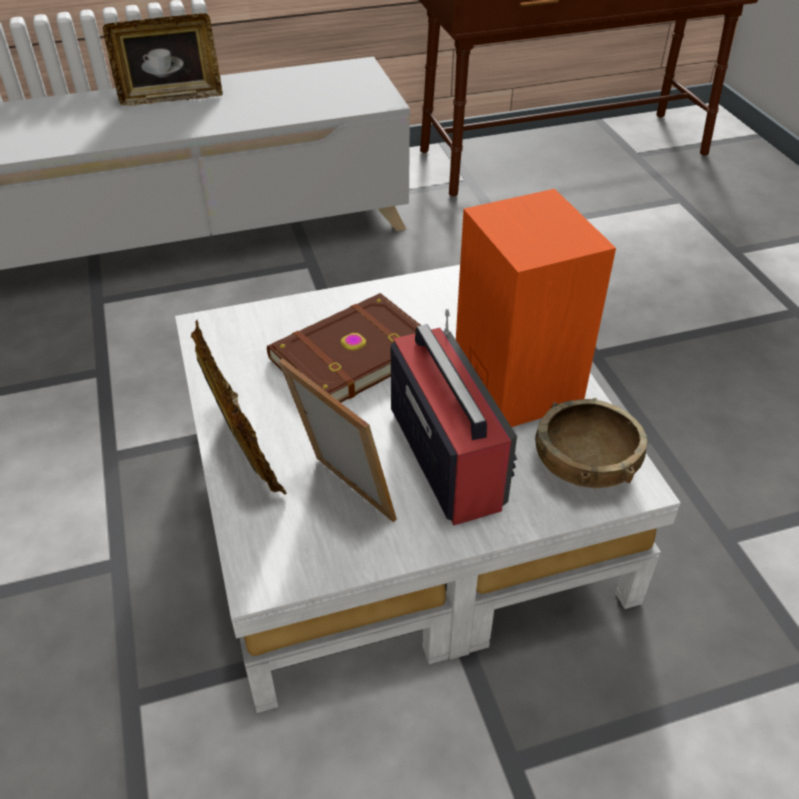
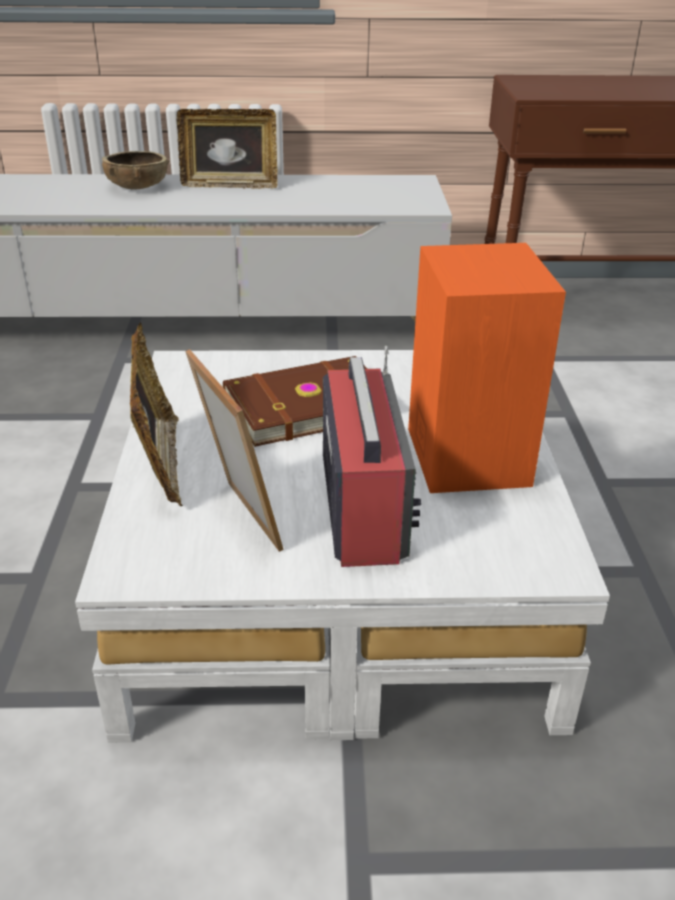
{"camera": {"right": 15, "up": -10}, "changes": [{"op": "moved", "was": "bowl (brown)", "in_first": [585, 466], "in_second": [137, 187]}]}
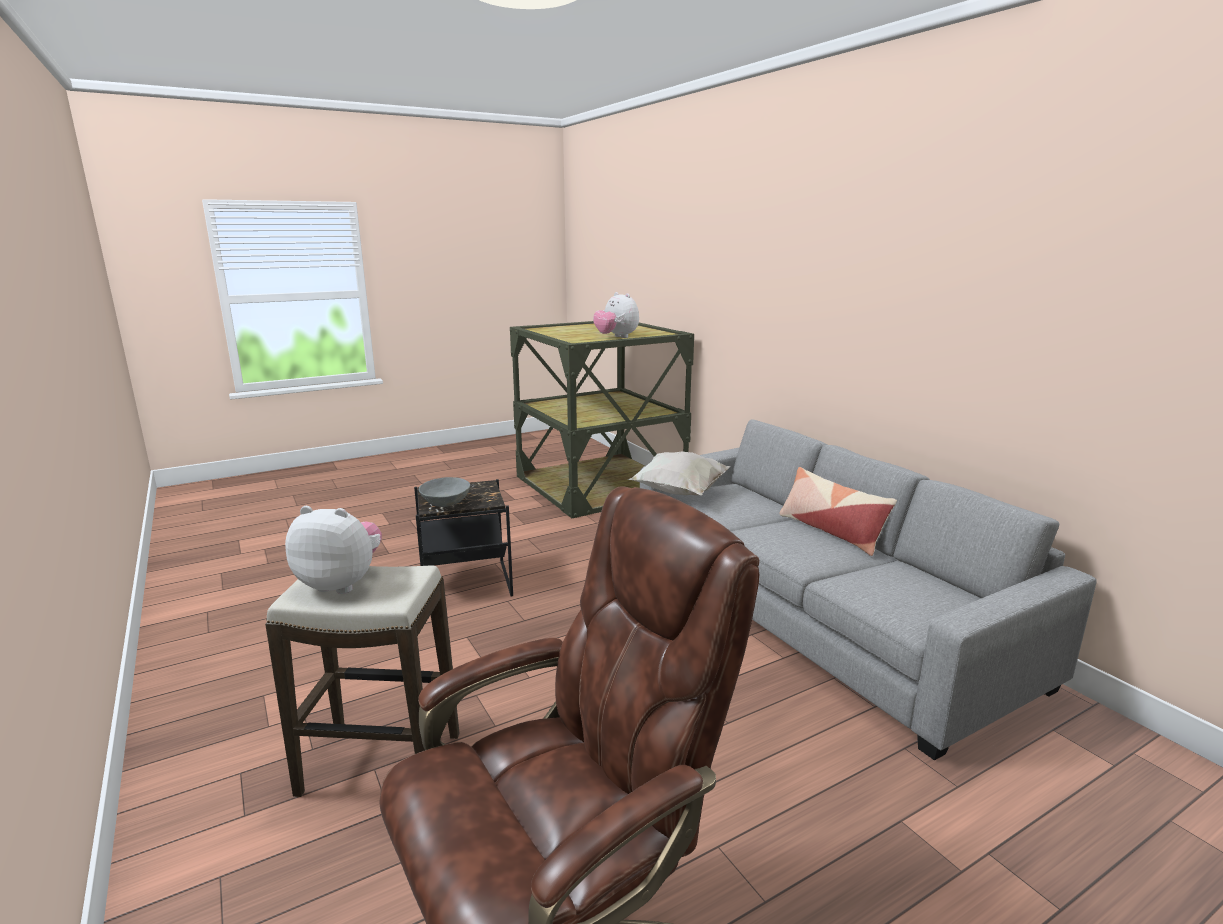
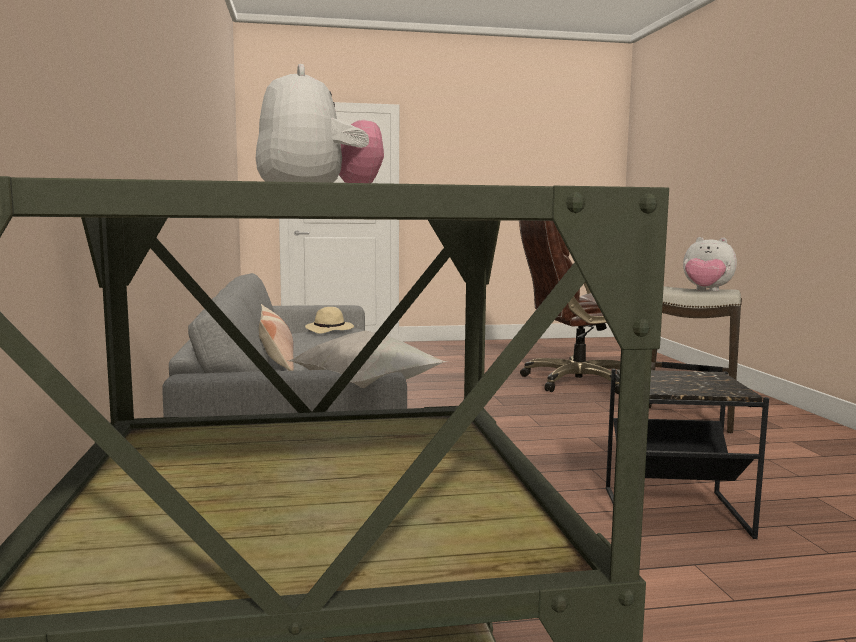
{"camera": {"right": -160, "up": -10}, "changes": [{"op": "removed", "was": "bowl (grey)", "in_first": [445, 503]}, {"op": "added", "now": "hat (beige)", "in_second": [330, 330]}]}
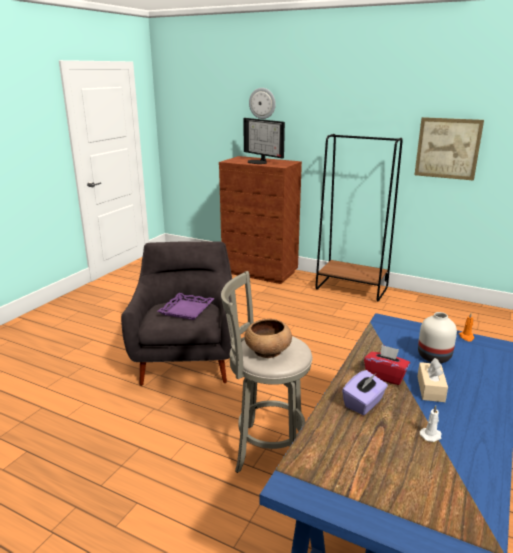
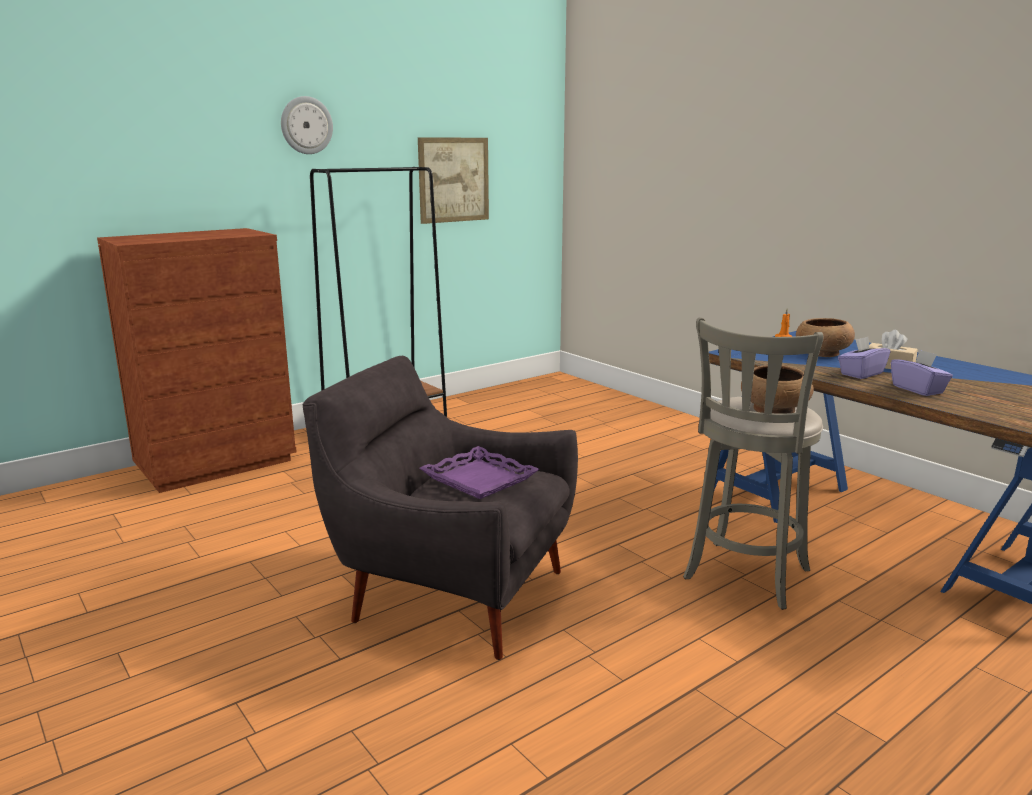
{"camera": {"right": -65, "up": -5}, "changes": [{"op": "moved", "was": "wall clock", "in_first": [262, 103], "in_second": [306, 125]}, {"op": "removed", "was": "monitor", "in_first": [259, 162]}, {"op": "replaced", "was": "vase (white)", "now": "bowl (brown)", "in_first": [433, 356], "in_second": [822, 353]}, {"op": "recoloured", "was": "tissue box (red)", "now": "tissue box (purple)", "in_first": [385, 376], "in_second": [861, 374]}, {"op": "removed", "was": "candle (white)", "in_first": [431, 435]}]}
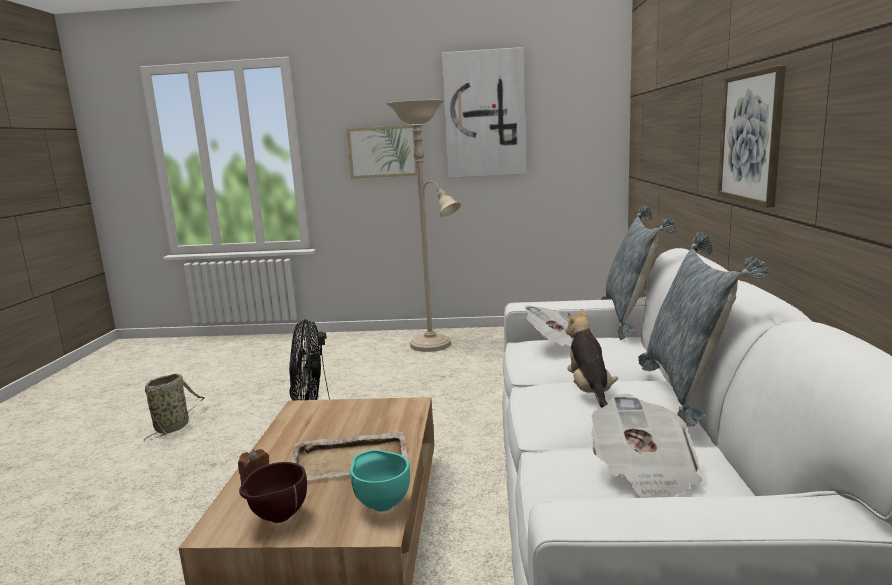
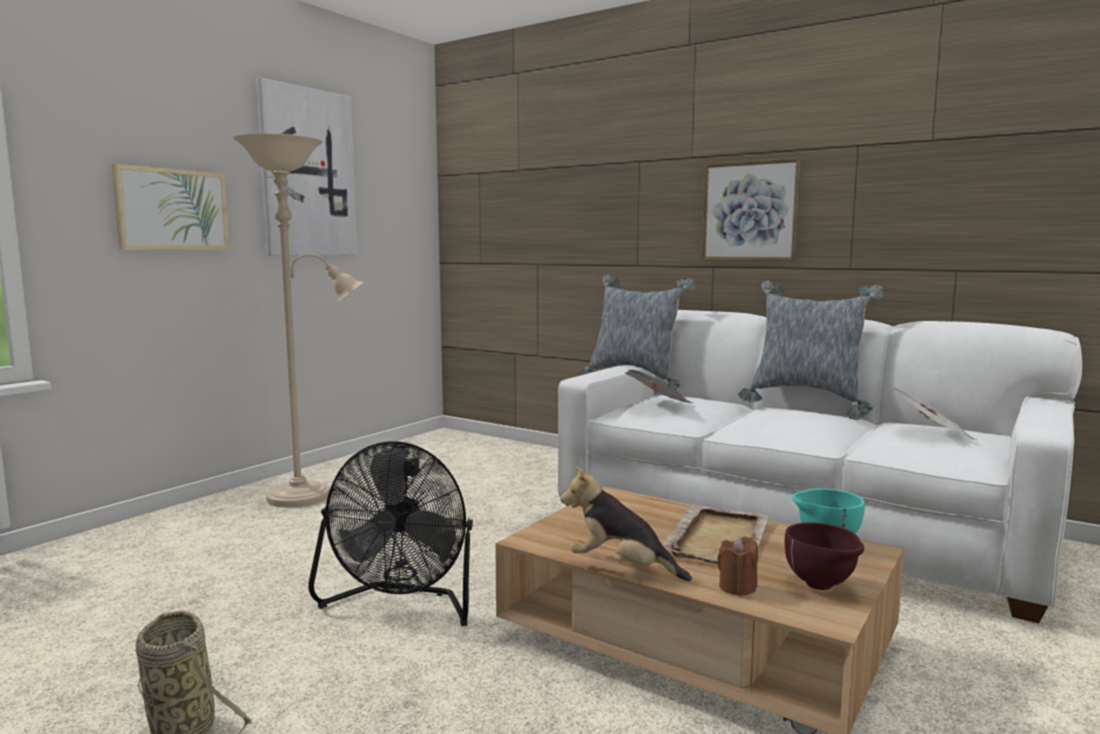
{"camera": {"right": -60, "up": -5}, "changes": [{"op": "moved", "was": "plush toy", "in_first": [590, 392], "in_second": [621, 568]}]}
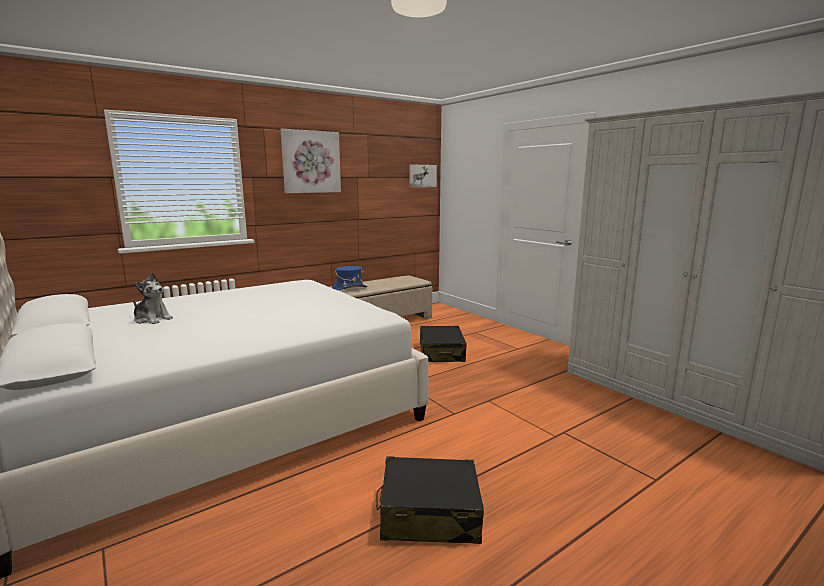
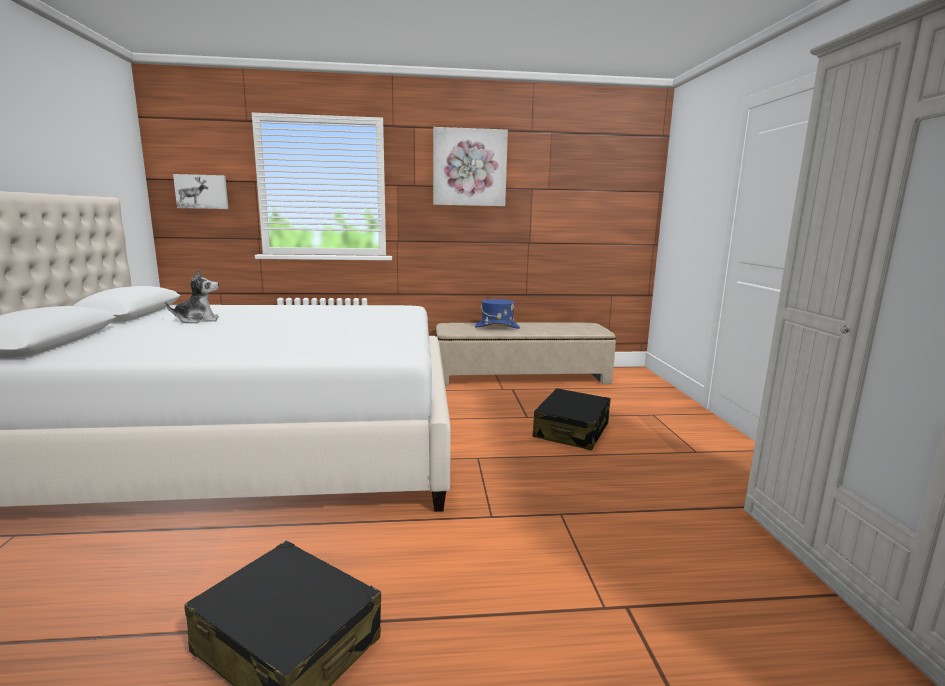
{"camera": {"right": 30, "up": 0}, "changes": [{"op": "moved", "was": "picture", "in_first": [422, 176], "in_second": [202, 191]}, {"op": "turned", "was": "plush toy", "in_first": [152, 319], "in_second": [197, 320], "clockwise": -75}]}
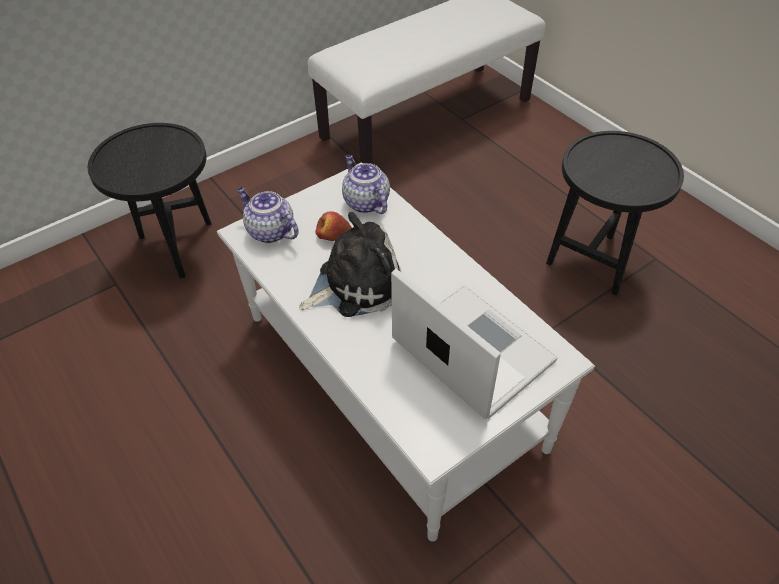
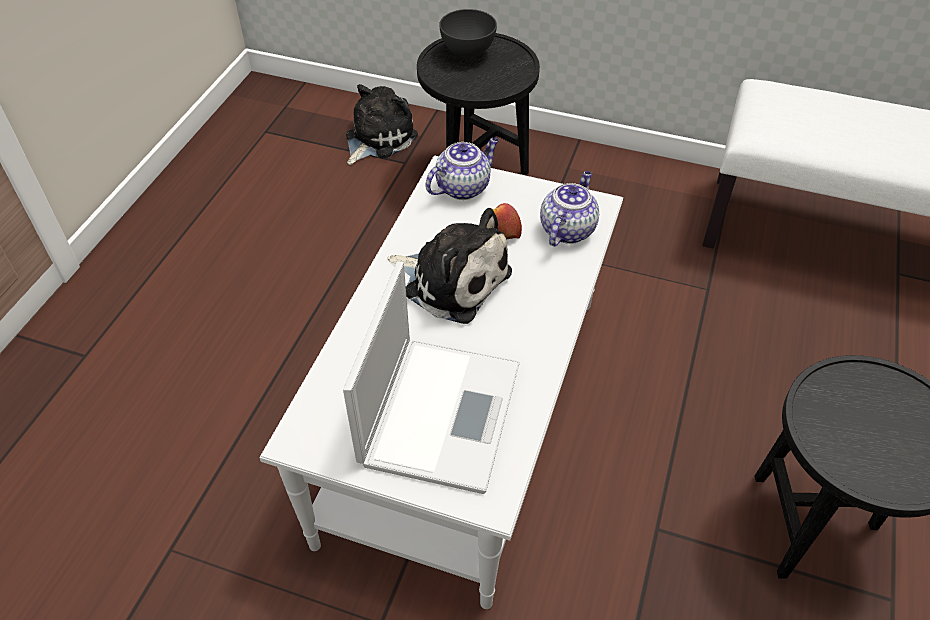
{"camera": {"right": 55, "up": 0}, "changes": [{"op": "turned", "was": "teapot", "in_first": [269, 231], "in_second": [463, 187], "clockwise": 45}, {"op": "added", "now": "bowl (grey)", "in_second": [467, 51]}, {"op": "added", "now": "plush toy", "in_second": [377, 138]}]}
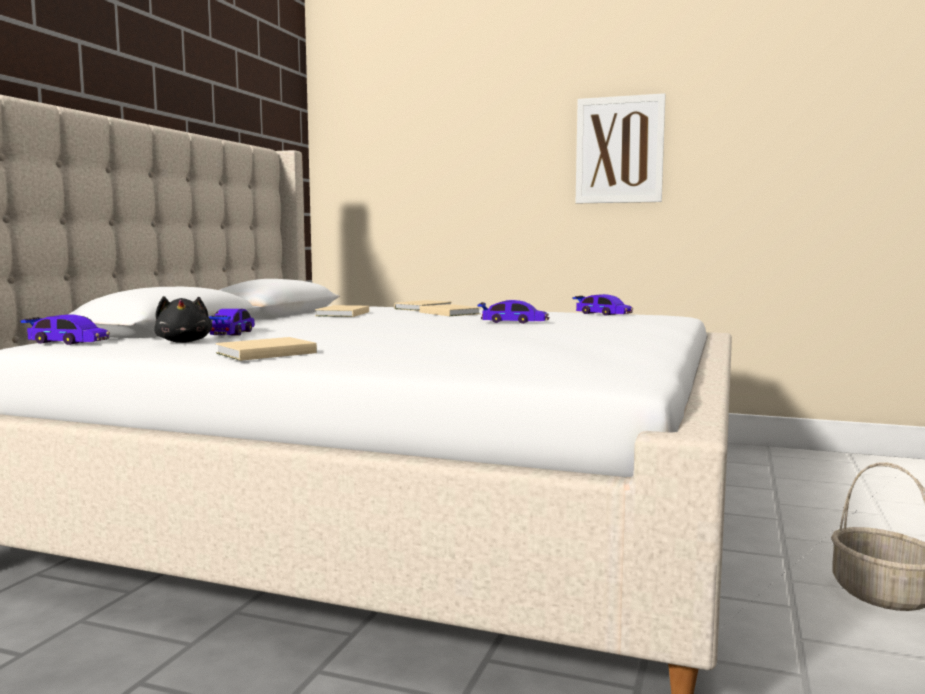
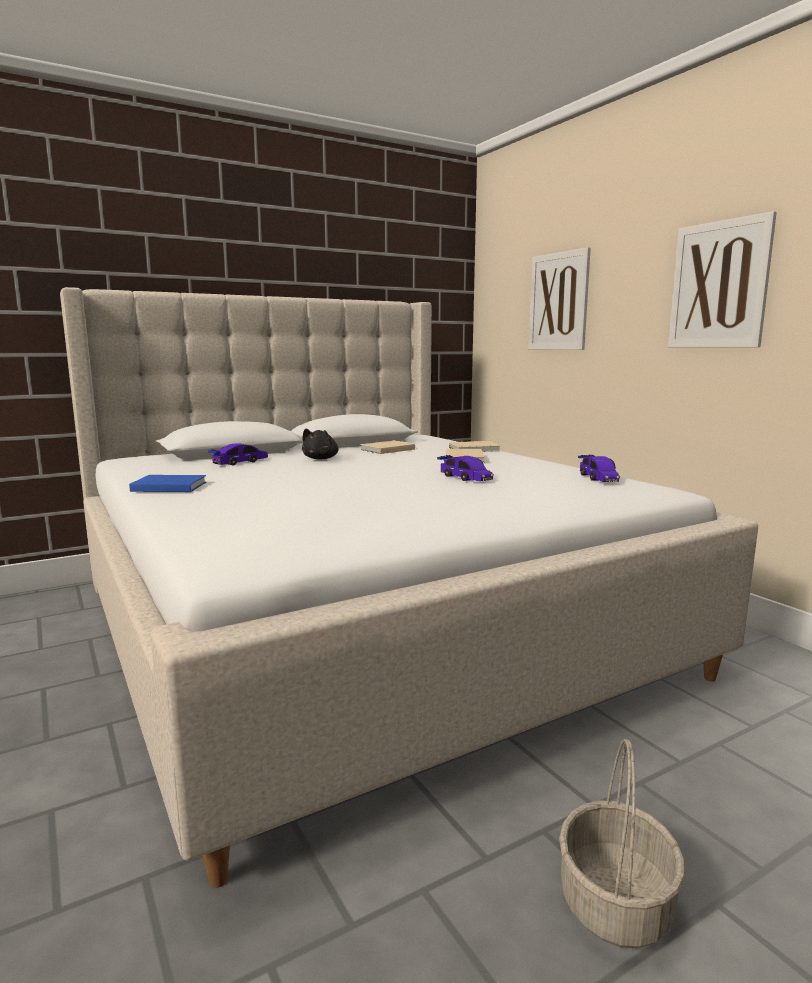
{"camera": {"right": 40, "up": 5}, "changes": [{"op": "moved", "was": "plush toy (black)", "in_first": [184, 342], "in_second": [321, 459]}, {"op": "removed", "was": "toy car", "in_first": [67, 342]}, {"op": "recoloured", "was": "book (beige)", "now": "book (blue)", "in_first": [263, 353], "in_second": [168, 486]}, {"op": "added", "now": "picture", "in_second": [558, 301]}]}
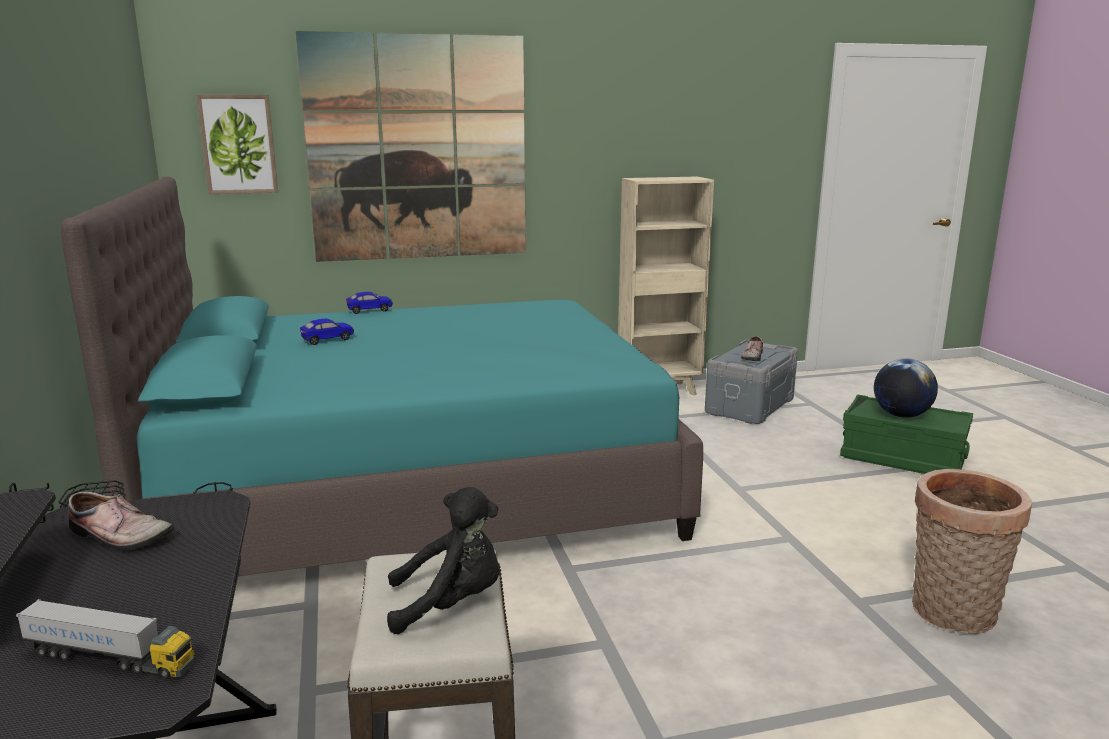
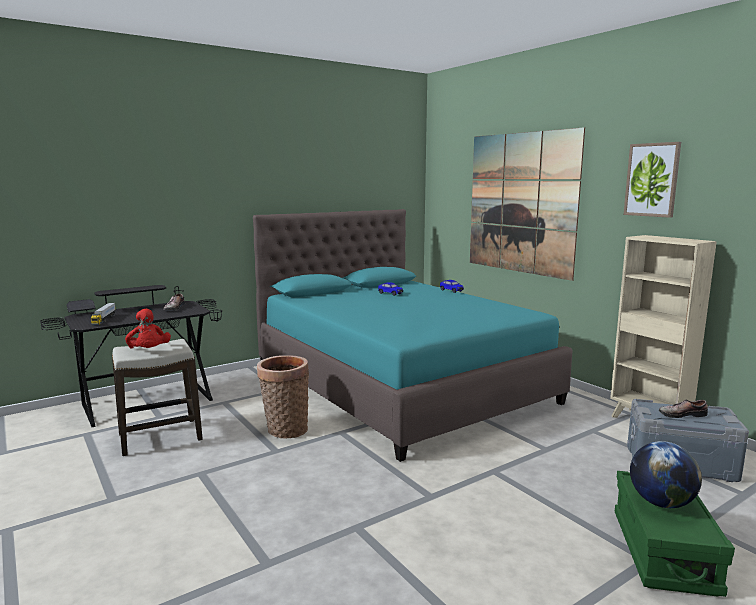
{"camera": {"right": 70, "up": -5}, "changes": [{"op": "moved", "was": "picture", "in_first": [238, 144], "in_second": [652, 180]}, {"op": "moved", "was": "basket", "in_first": [952, 615], "in_second": [285, 429]}, {"op": "recoloured", "was": "plush toy (black)", "now": "plush toy (red)", "in_first": [451, 604], "in_second": [149, 351]}]}
